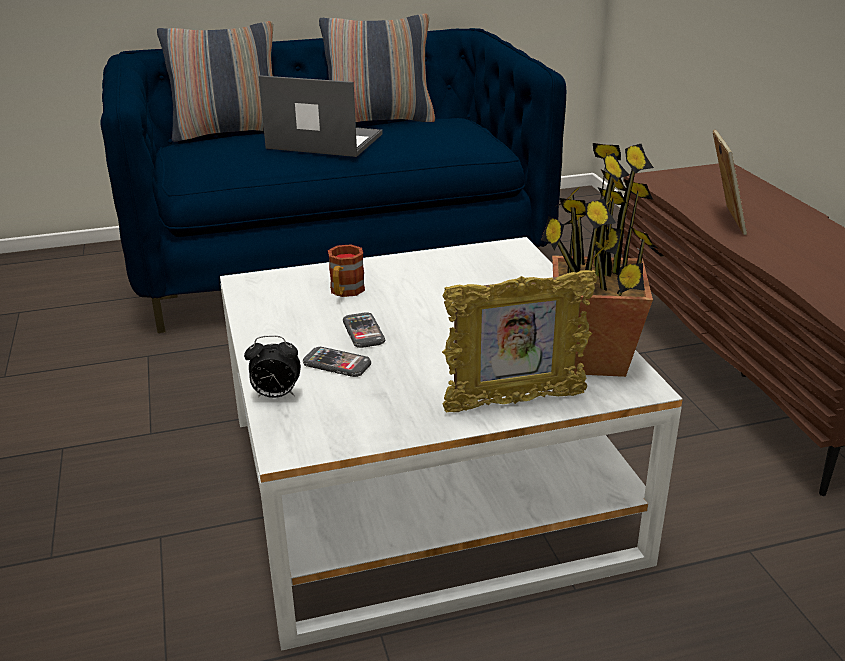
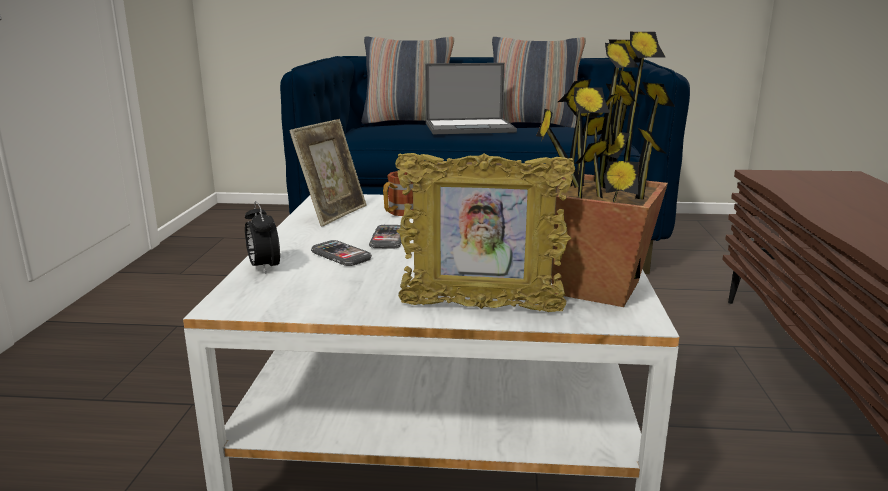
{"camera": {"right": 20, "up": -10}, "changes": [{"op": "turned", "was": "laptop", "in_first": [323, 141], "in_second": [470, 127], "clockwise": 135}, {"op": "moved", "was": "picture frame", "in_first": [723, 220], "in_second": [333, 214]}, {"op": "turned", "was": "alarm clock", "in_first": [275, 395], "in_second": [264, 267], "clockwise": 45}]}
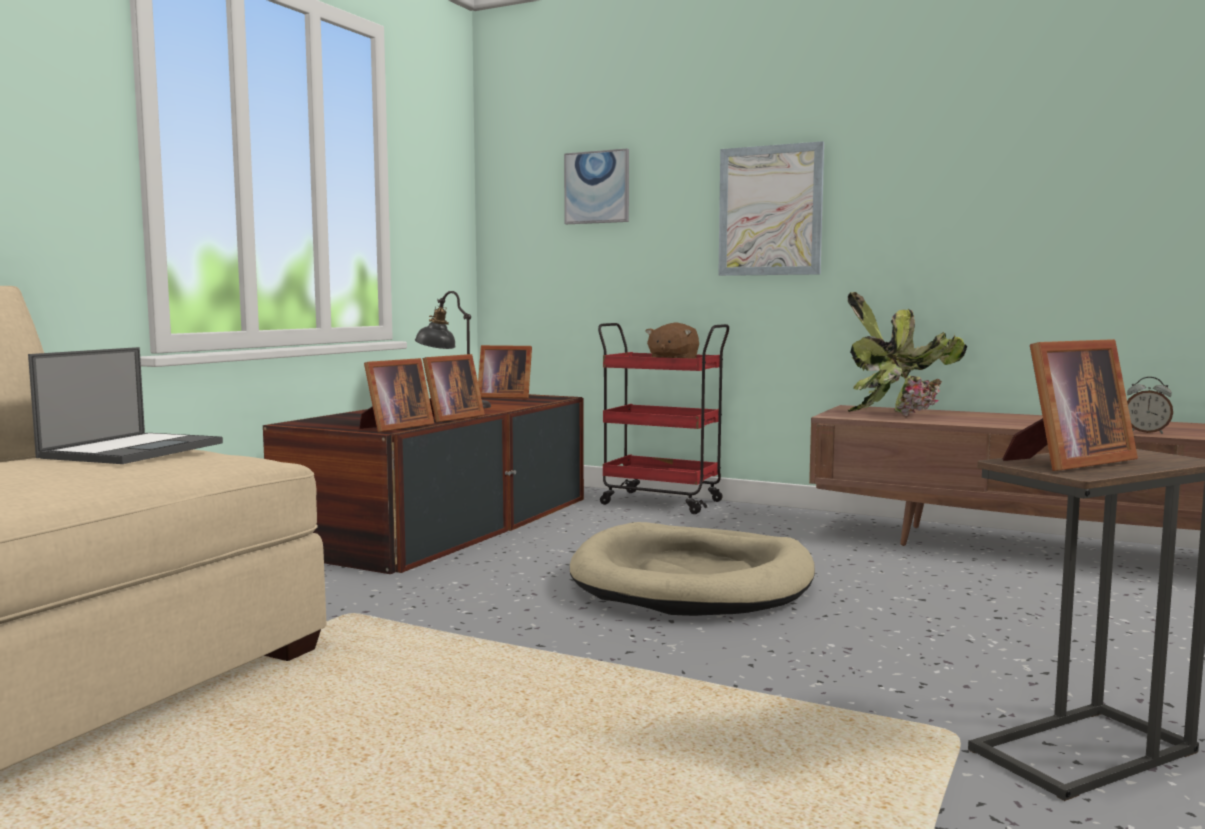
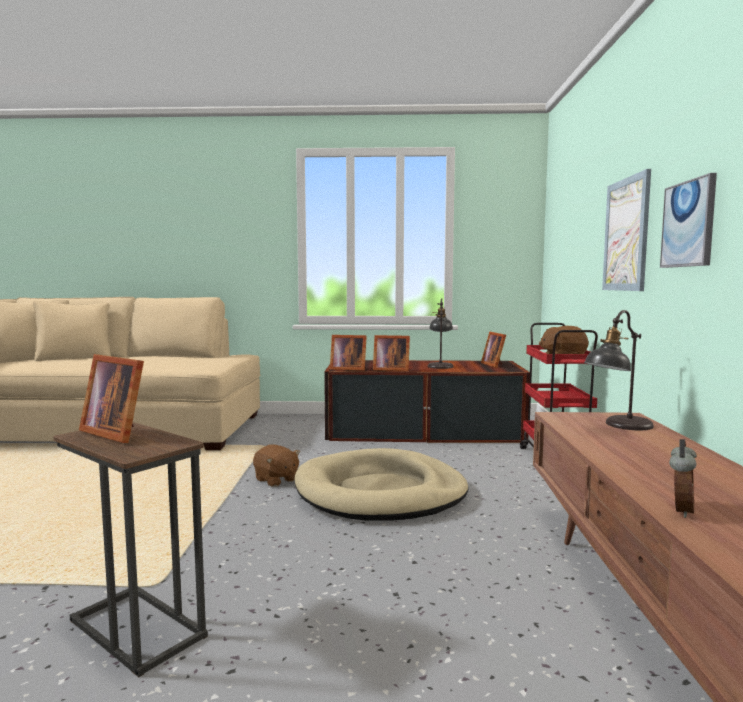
{"camera": {"right": 65, "up": 0}, "changes": [{"op": "moved", "was": "picture", "in_first": [597, 187], "in_second": [688, 224]}, {"op": "replaced", "was": "potted plant", "now": "table lamp (grey)", "in_first": [899, 413], "in_second": [618, 427]}, {"op": "removed", "was": "laptop", "in_first": [134, 450]}, {"op": "turned", "was": "alarm clock", "in_first": [1146, 432], "in_second": [680, 510], "clockwise": -150}, {"op": "added", "now": "plush toy (brown)", "in_second": [276, 480]}]}
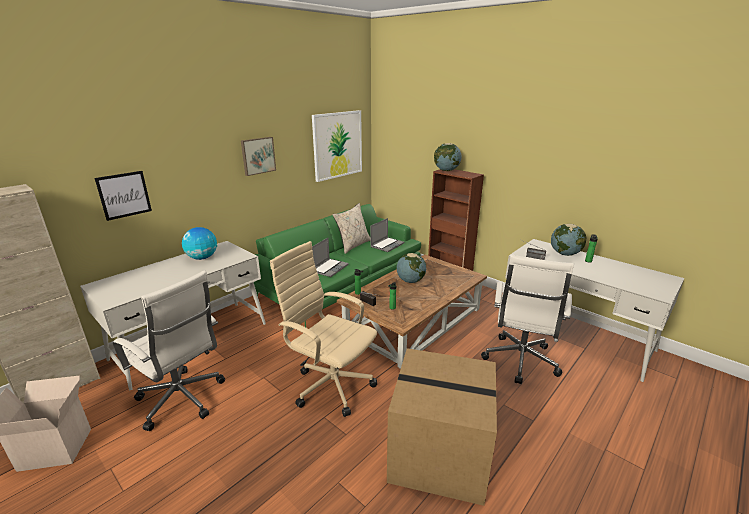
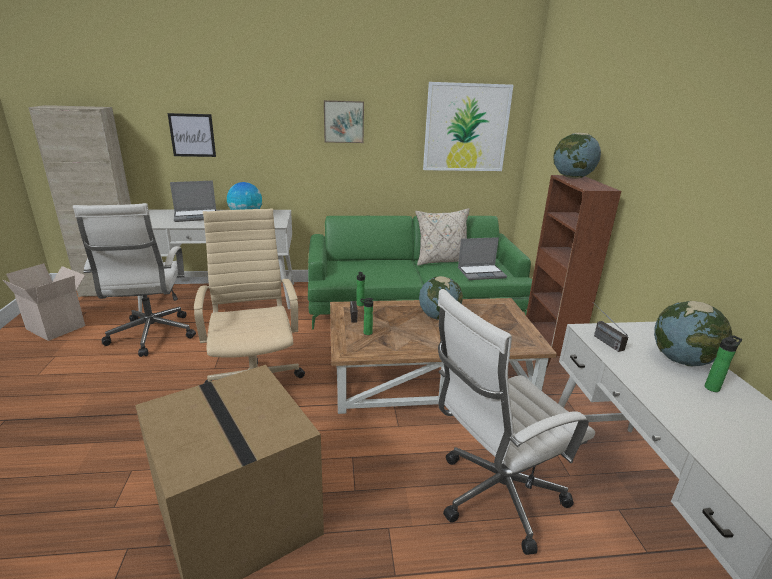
{"camera": {"right": 40, "up": 0}, "changes": [{"op": "moved", "was": "laptop", "in_first": [329, 268], "in_second": [196, 216]}]}
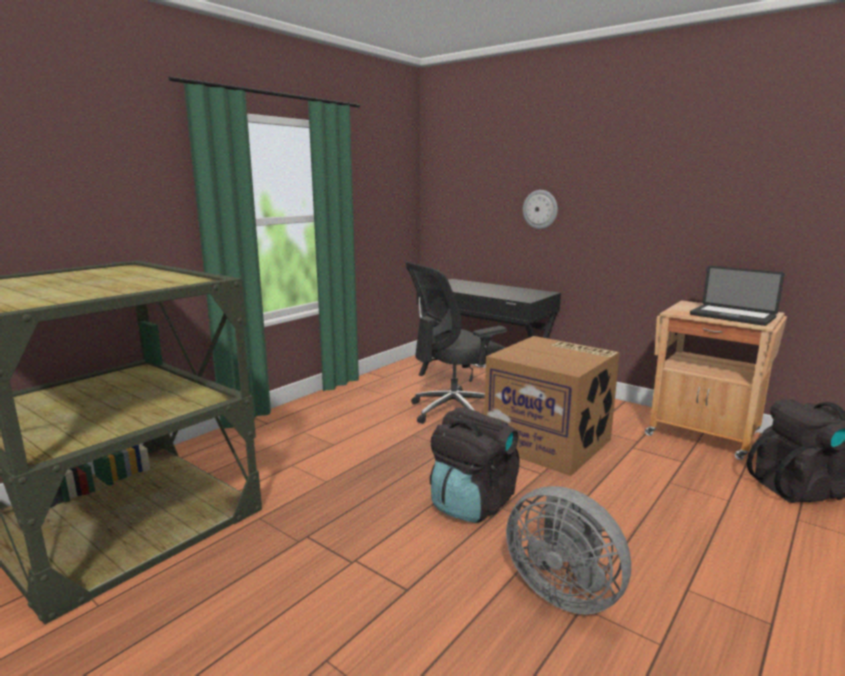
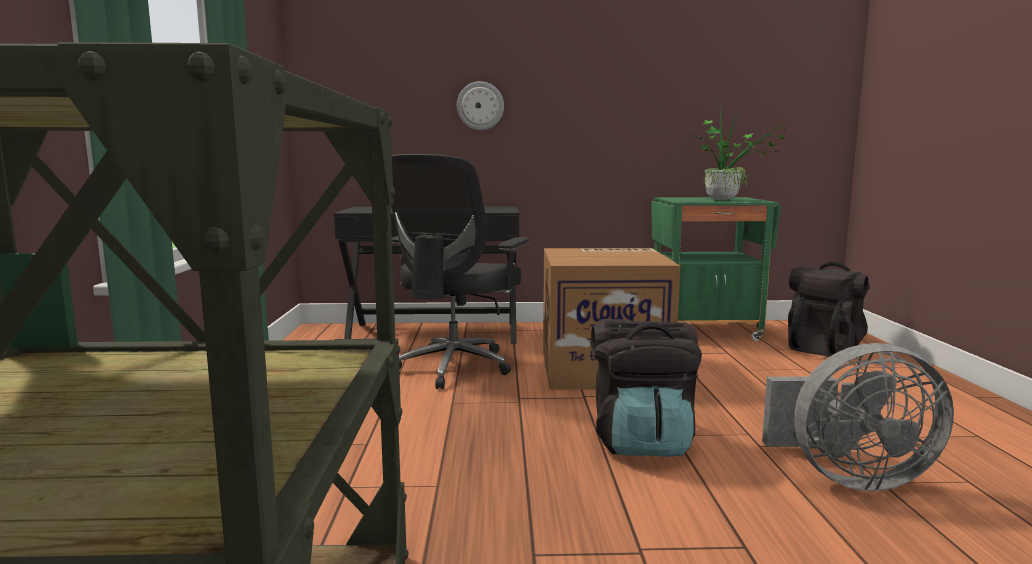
{"camera": {"right": -40, "up": -5}, "changes": [{"op": "replaced", "was": "laptop", "now": "potted plant", "in_first": [732, 316], "in_second": [728, 200]}, {"op": "recoloured", "was": "cart (brown)", "now": "cart (green)", "in_first": [704, 435], "in_second": [705, 331]}]}
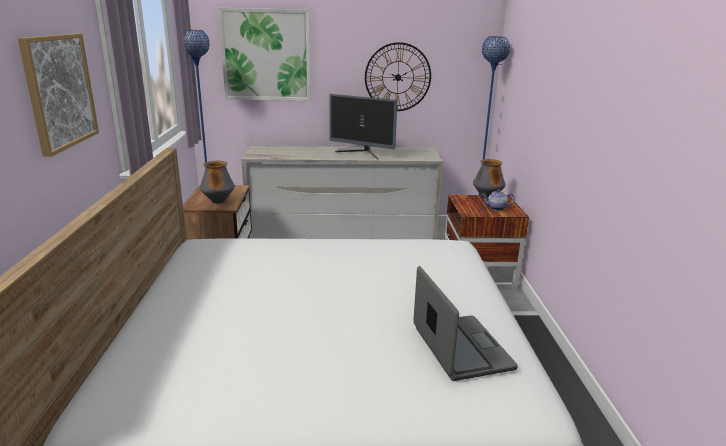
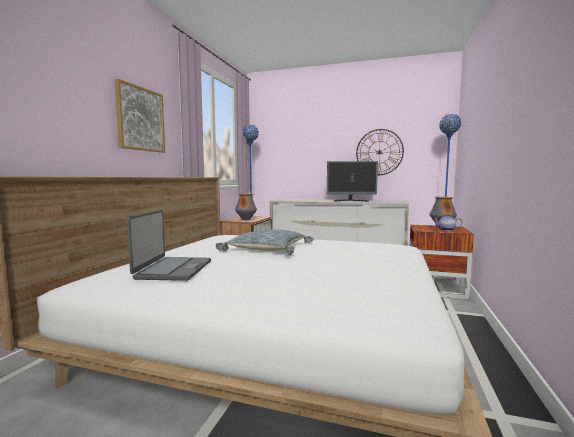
{"camera": {"right": 20, "up": -15}, "changes": [{"op": "removed", "was": "picture", "in_first": [266, 55]}, {"op": "turned", "was": "monitor", "in_first": [362, 154], "in_second": [351, 201], "clockwise": -45}, {"op": "moved", "was": "laptop", "in_first": [460, 348], "in_second": [173, 270]}, {"op": "added", "now": "pillow", "in_second": [267, 248]}]}
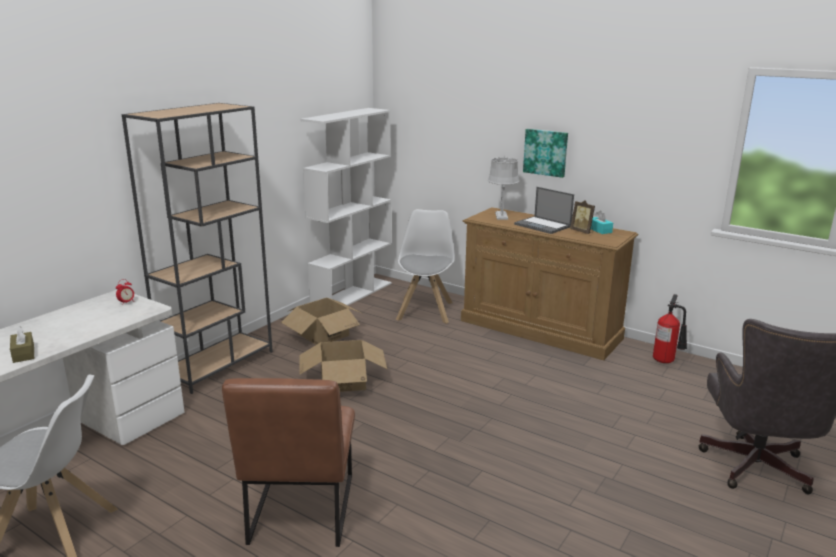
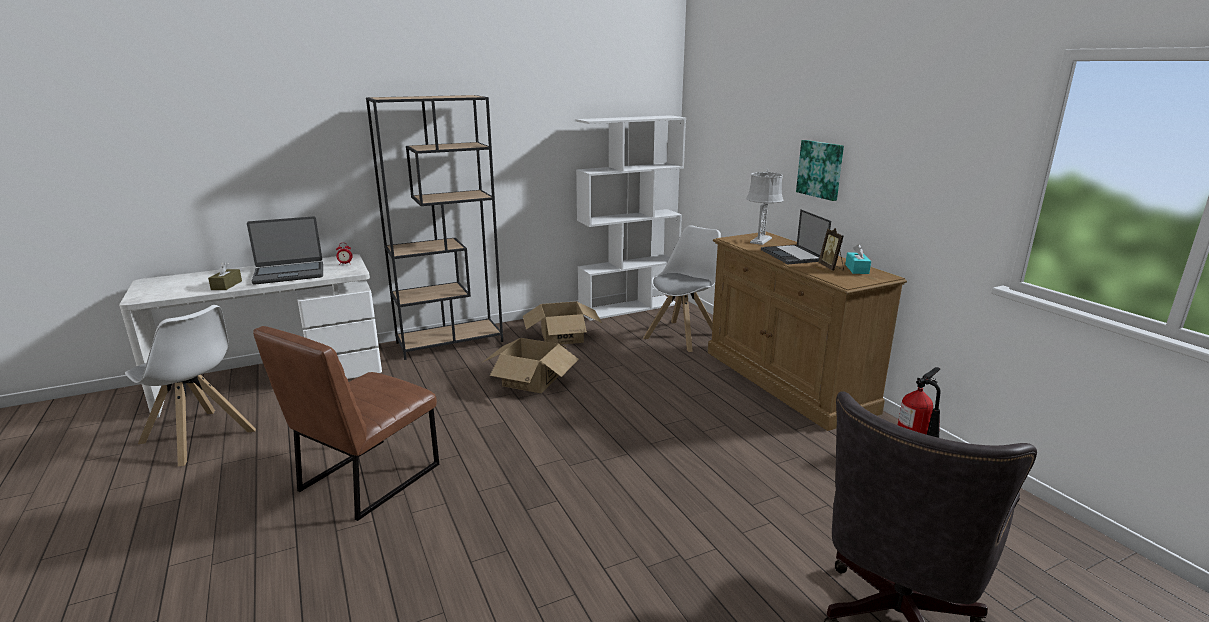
{"camera": {"right": 30, "up": 0}, "changes": [{"op": "added", "now": "laptop", "in_second": [289, 274]}]}
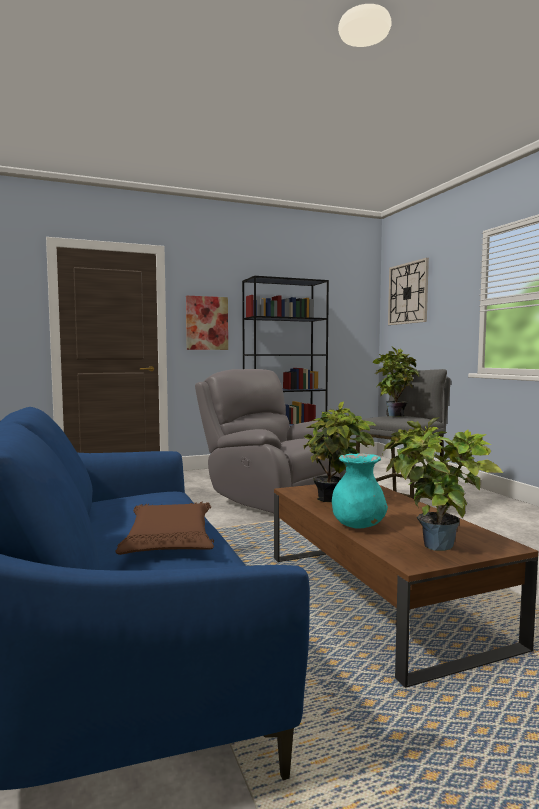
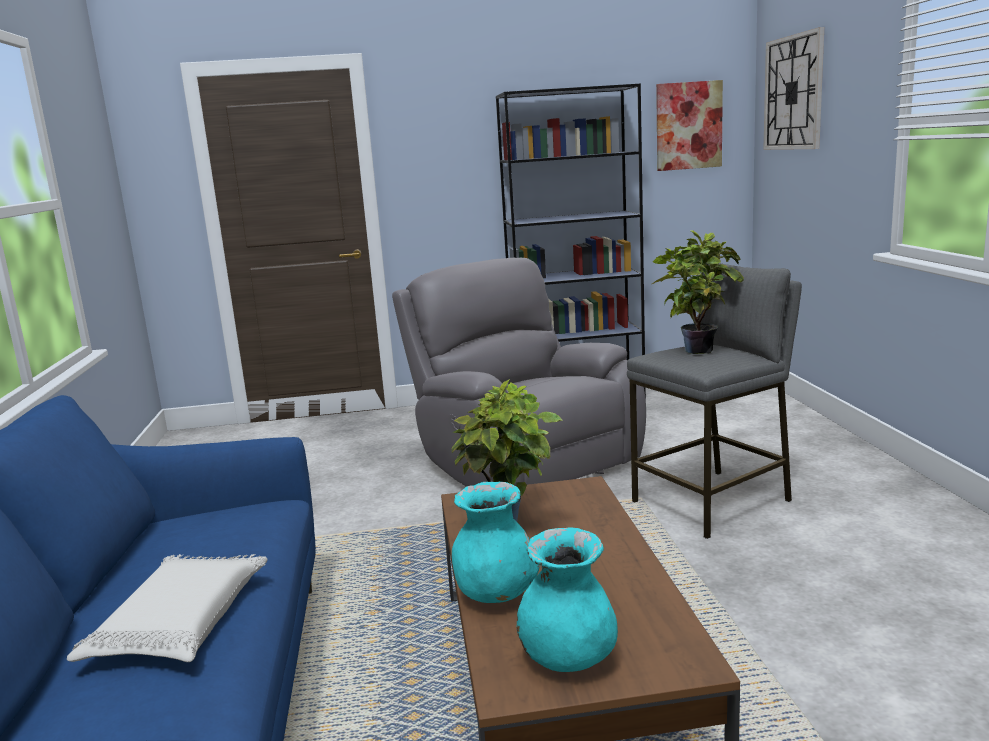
{"camera": {"right": 15, "up": 10}, "changes": [{"op": "moved", "was": "picture", "in_first": [207, 323], "in_second": [688, 126]}, {"op": "replaced", "was": "potted plant", "now": "vase (turquoise)", "in_first": [433, 548], "in_second": [568, 658]}, {"op": "recoloured", "was": "pillow (brown)", "now": "pillow (white)", "in_first": [169, 536], "in_second": [180, 618]}]}
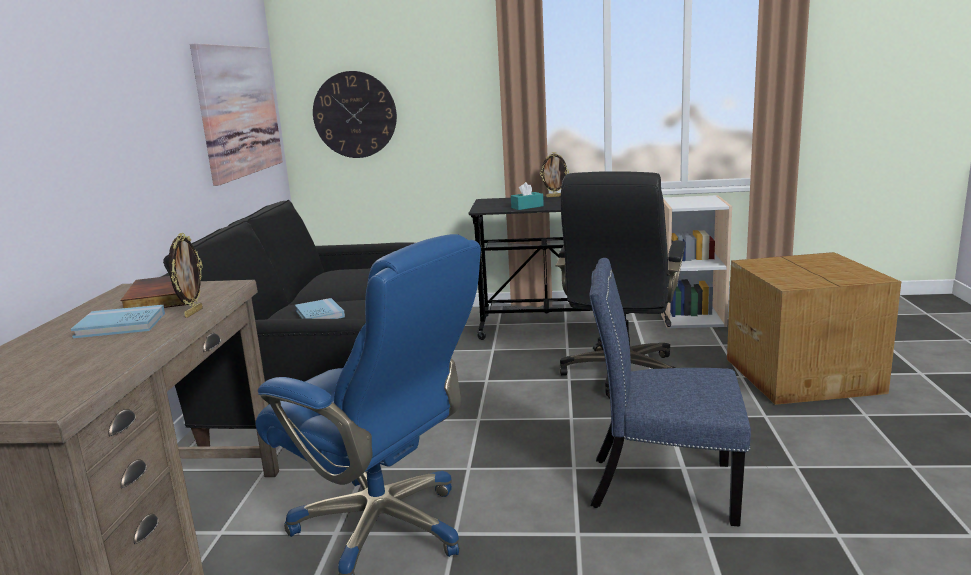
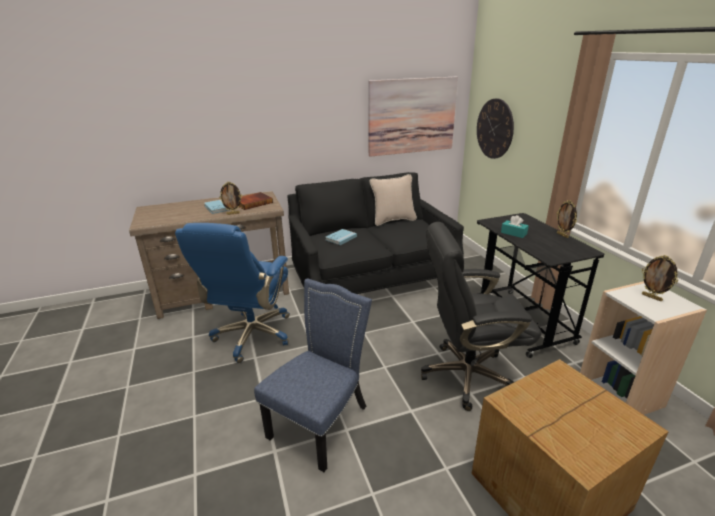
{"camera": {"right": 65, "up": 10}, "changes": [{"op": "turned", "was": "chair (blue)", "in_first": [666, 487], "in_second": [319, 425], "clockwise": 45}, {"op": "added", "now": "pillow (beige)", "in_second": [393, 220]}, {"op": "added", "now": "picture frame", "in_second": [652, 297]}]}
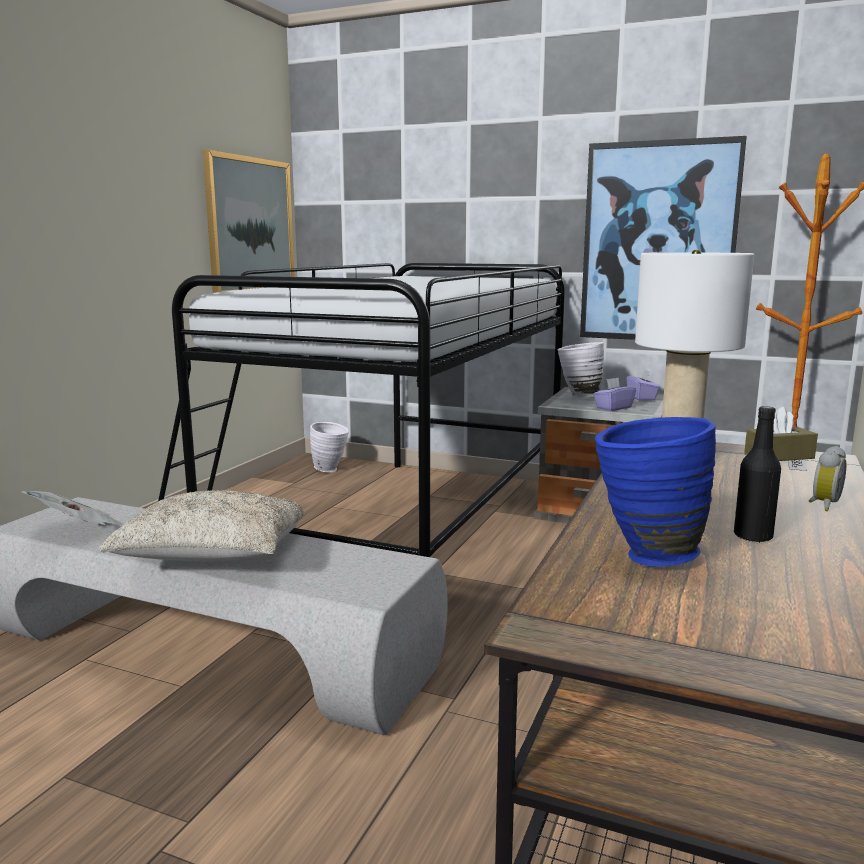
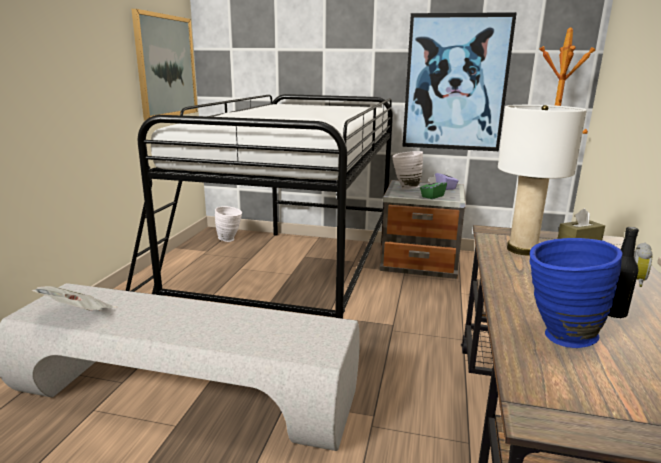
{"camera": {"right": -10, "up": 5}, "changes": [{"op": "recoloured", "was": "tissue box (purple)", "now": "tissue box (green)", "in_first": [613, 408], "in_second": [432, 196]}, {"op": "removed", "was": "pillow (beige)", "in_first": [215, 555]}]}
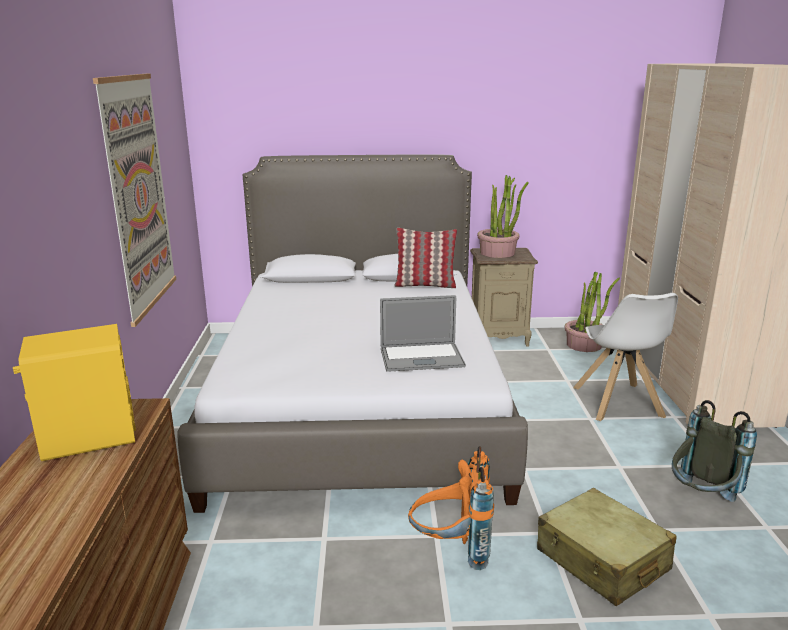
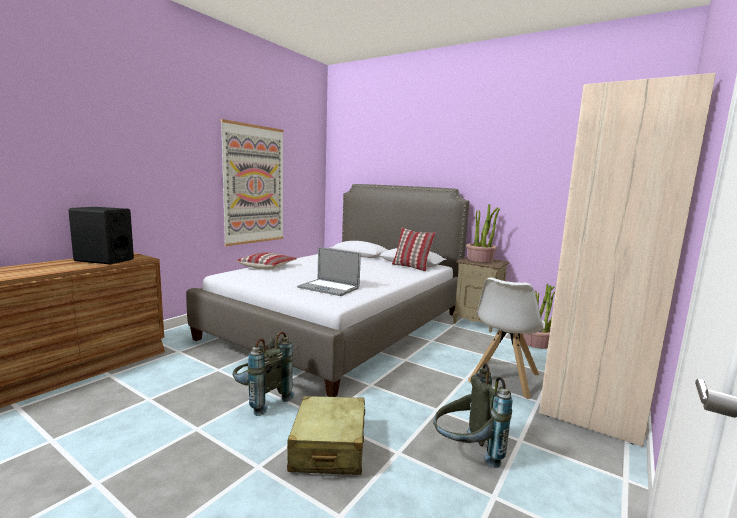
{"camera": {"right": 35, "up": -10}, "changes": [{"op": "recoloured", "was": "speaker (yellow)", "now": "speaker (black)", "in_first": [88, 438], "in_second": [104, 260]}, {"op": "recoloured", "was": "backpack (orange)", "now": "backpack (grey)", "in_first": [451, 549], "in_second": [260, 400]}, {"op": "added", "now": "pillow", "in_second": [267, 266]}]}
